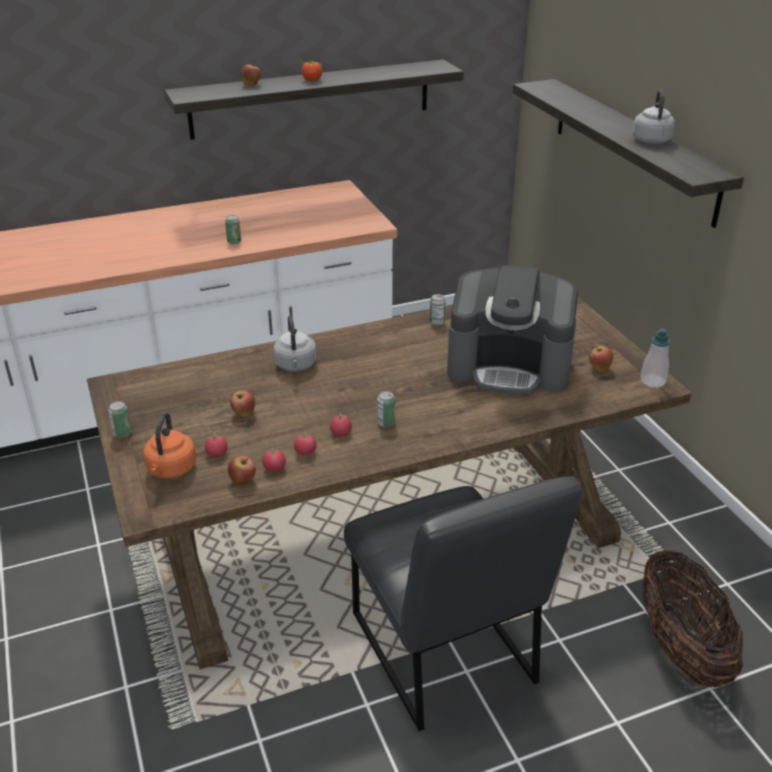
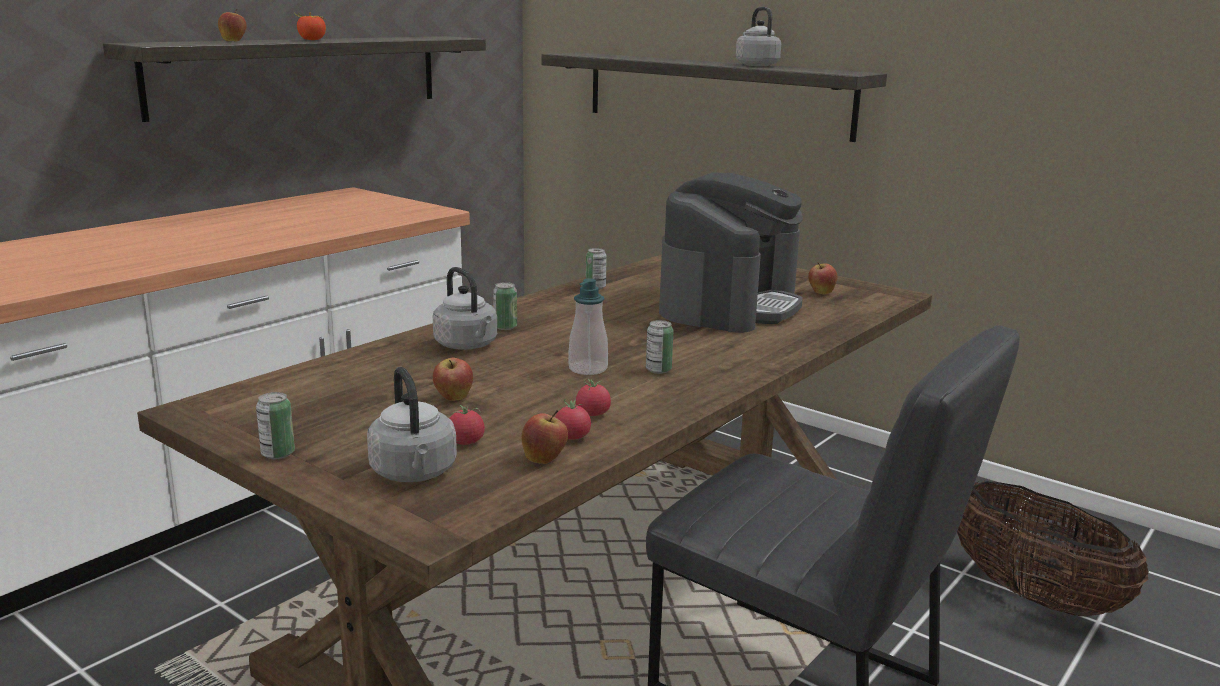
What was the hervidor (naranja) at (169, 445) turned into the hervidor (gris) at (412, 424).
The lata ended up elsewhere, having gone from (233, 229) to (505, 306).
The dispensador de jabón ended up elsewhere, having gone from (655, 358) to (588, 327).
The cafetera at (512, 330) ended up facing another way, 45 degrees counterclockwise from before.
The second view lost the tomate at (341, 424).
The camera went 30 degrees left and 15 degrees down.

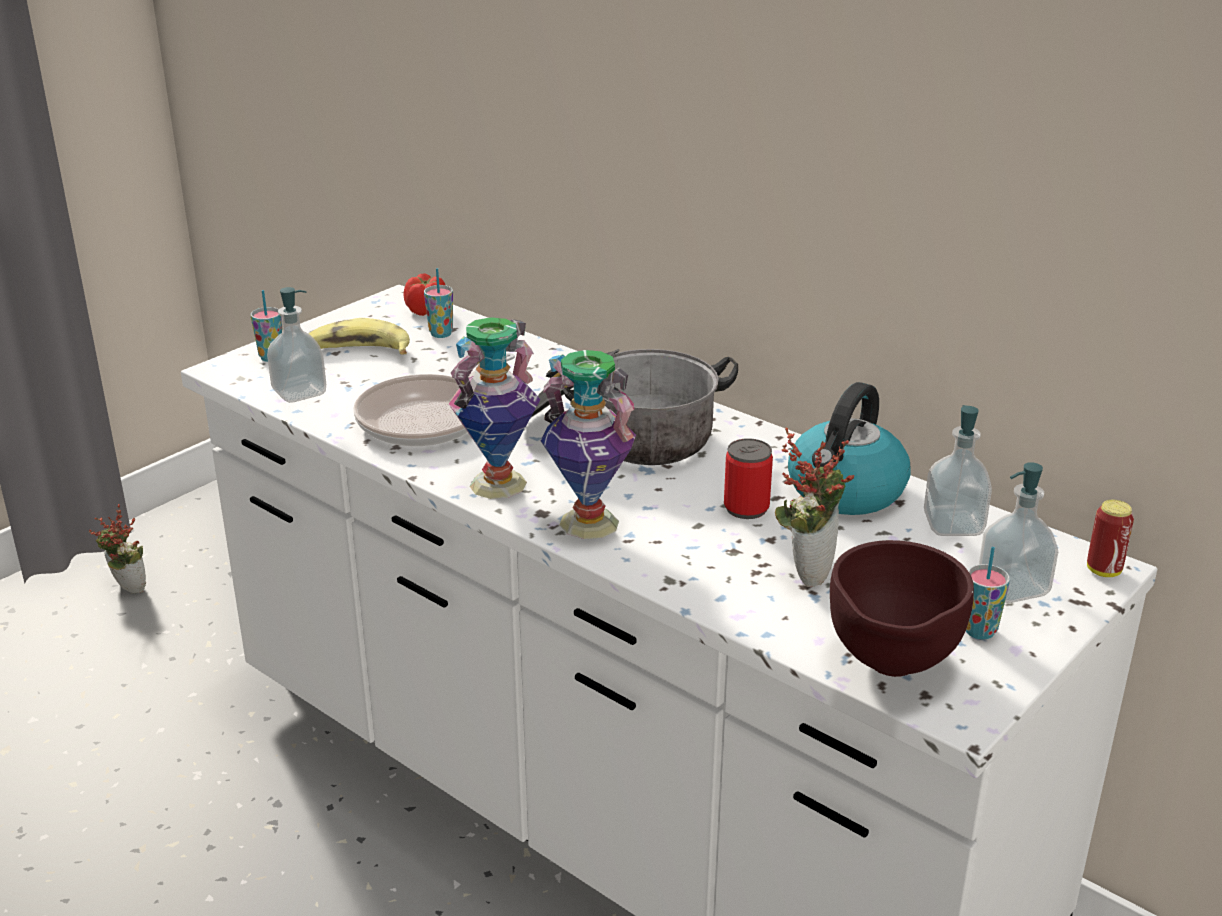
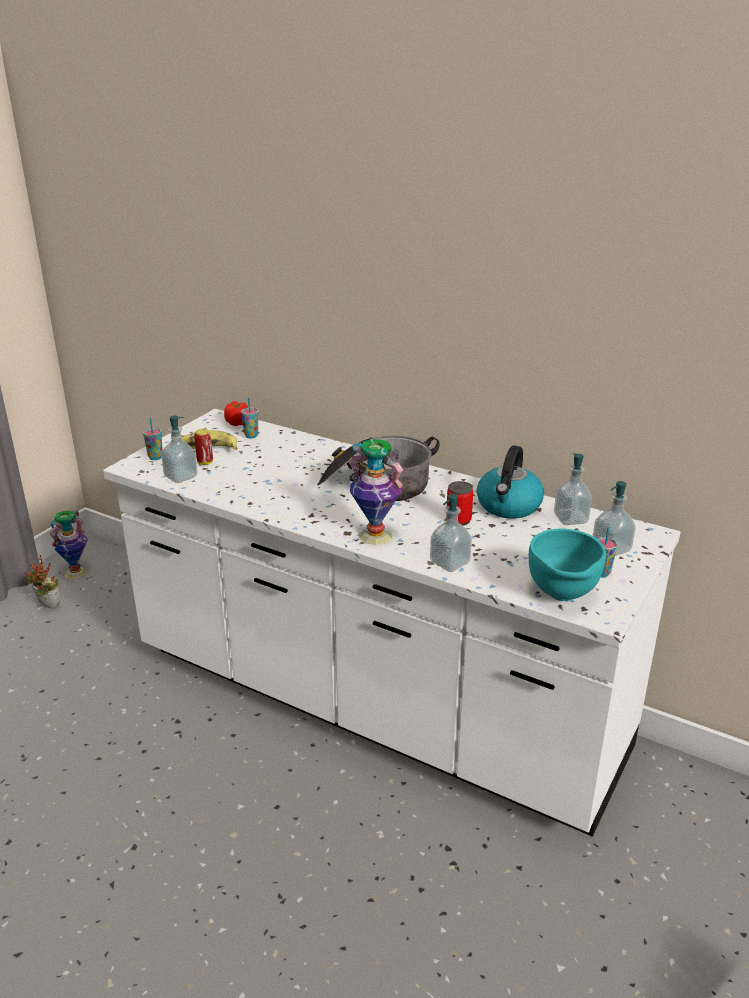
The florero ended up elsewhere, having gone from (494, 408) to (69, 545).
The lata ended up elsewhere, having gone from (1110, 538) to (203, 447).
The second view gained the dispensador de jabón at (451, 533).
What was the cuenco (marrón) at (902, 608) turned into the cuenco (turquesa) at (567, 565).
The second view lost the sartén at (434, 400).
The second view lost the planta en maceta at (815, 507).
The camera went 10 degrees left and 0 degrees up.

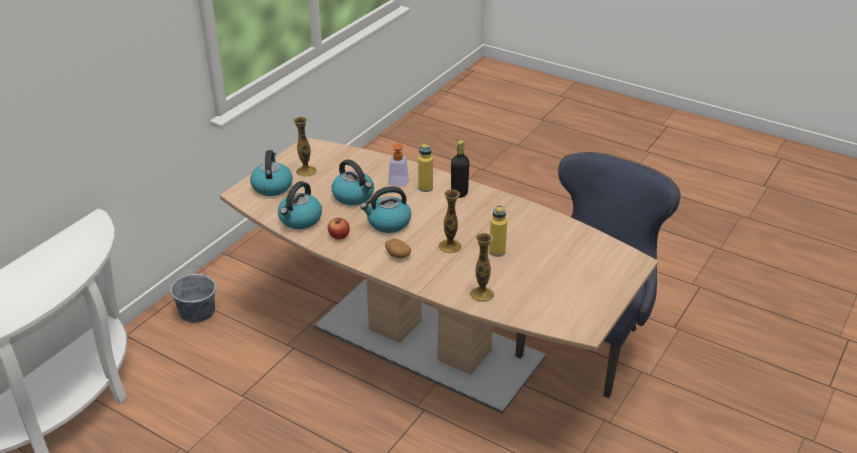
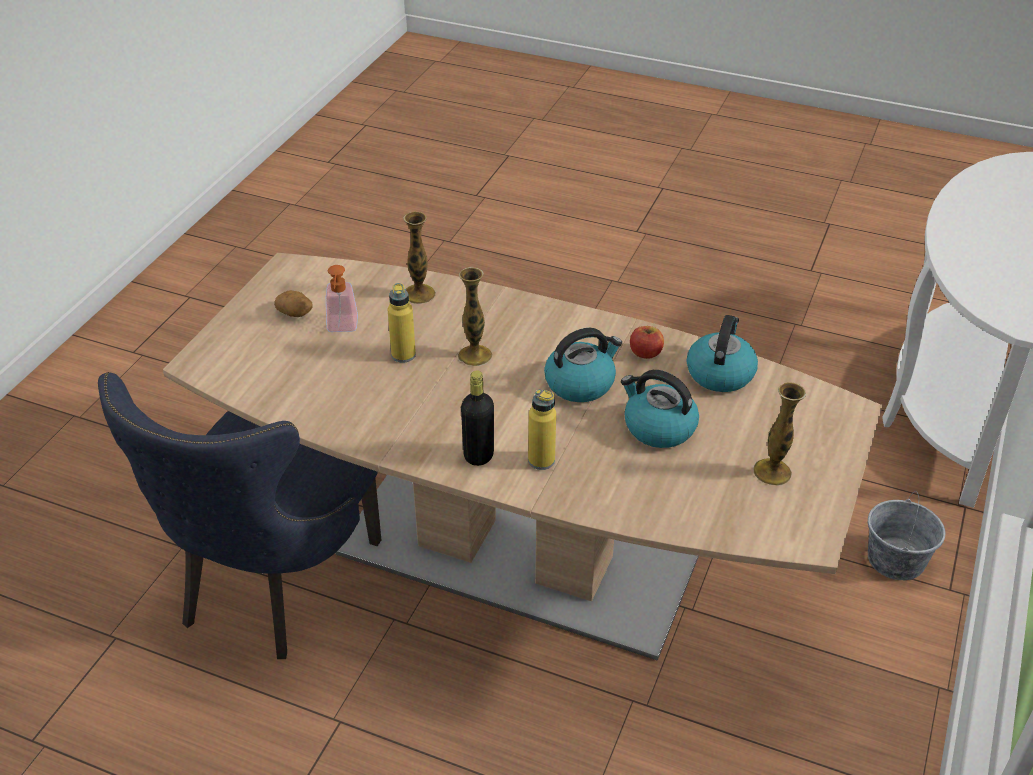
The patata ended up elsewhere, having gone from (398, 249) to (293, 303).
The dispensador de jabón ended up elsewhere, having gone from (398, 162) to (342, 298).
The second view lost the hervidor at (271, 173).
The camera went 170 degrees right and 5 degrees up.

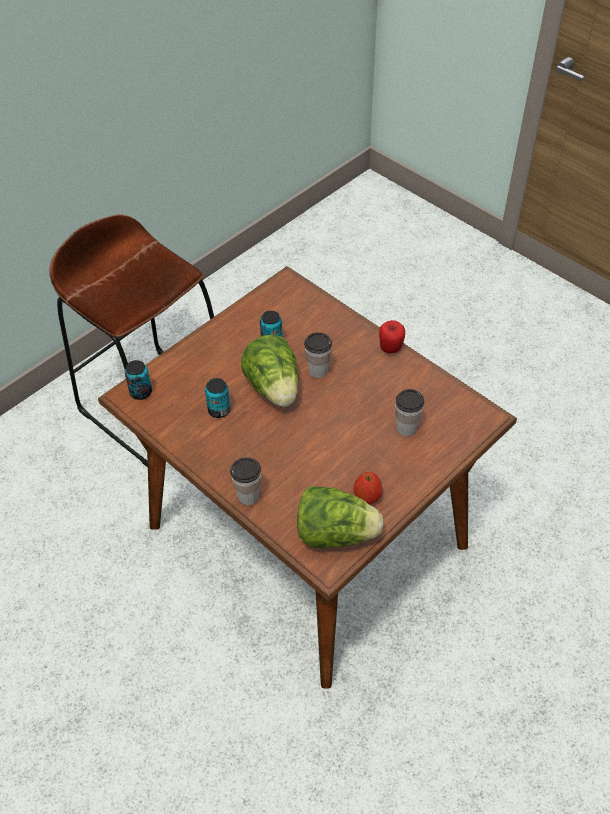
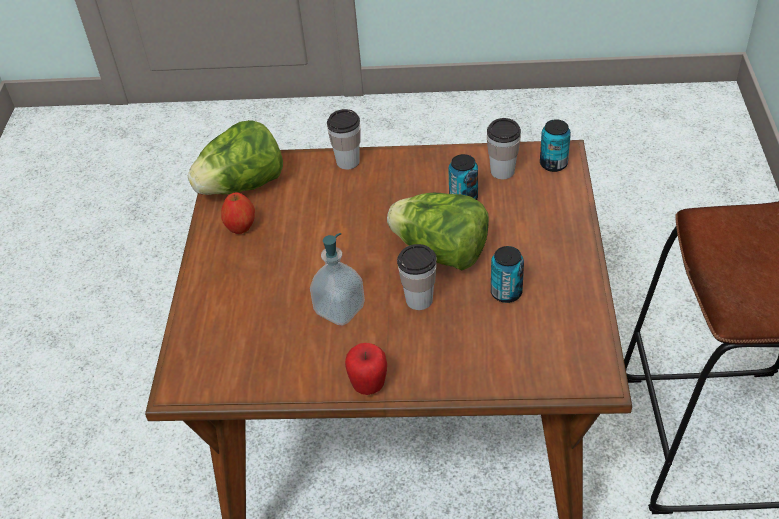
The second view gained the dispensador de jabón at (337, 279).
The taza ended up elsewhere, having gone from (409, 412) to (504, 148).
The camera went 140 degrees right and 5 degrees down.

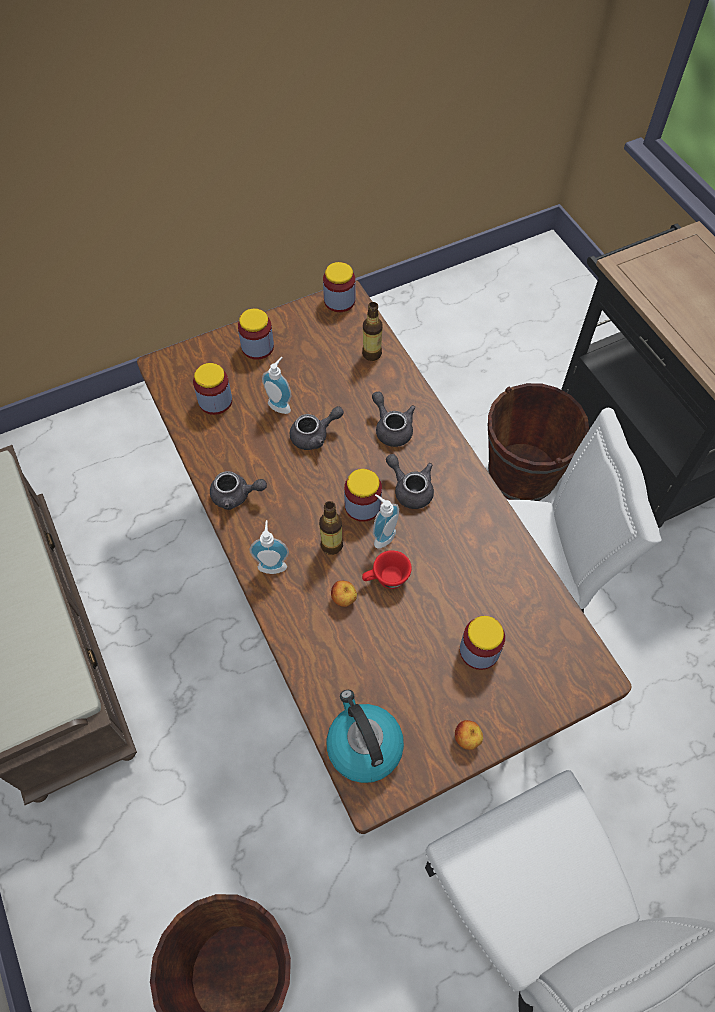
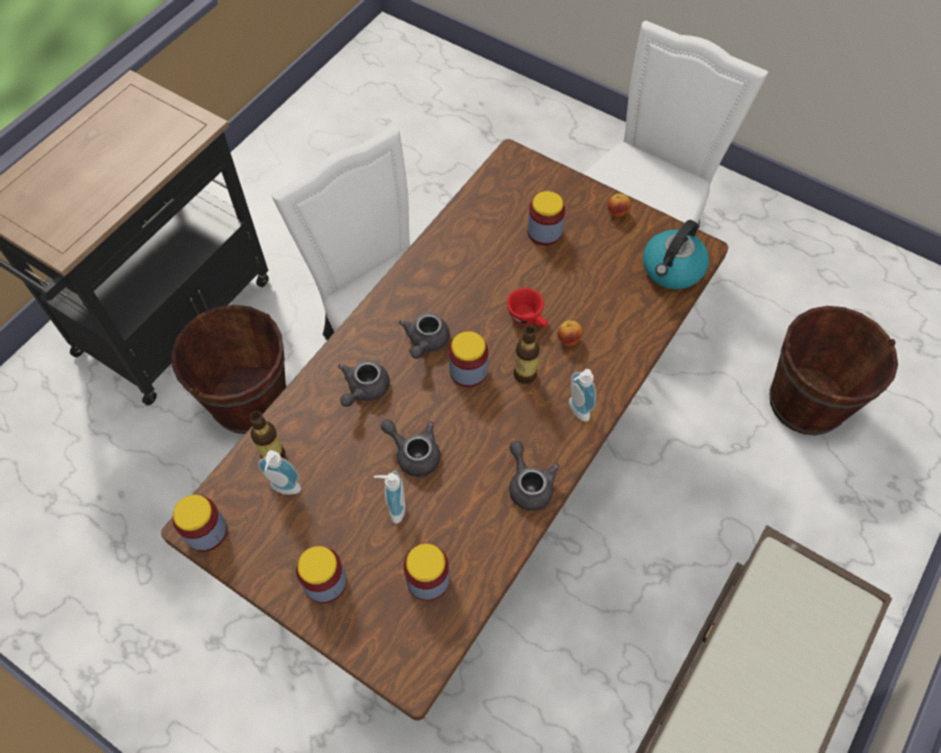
The dispensador de jabón ended up elsewhere, having gone from (386, 521) to (279, 472).
The camera went 120 degrees left and 0 degrees up.

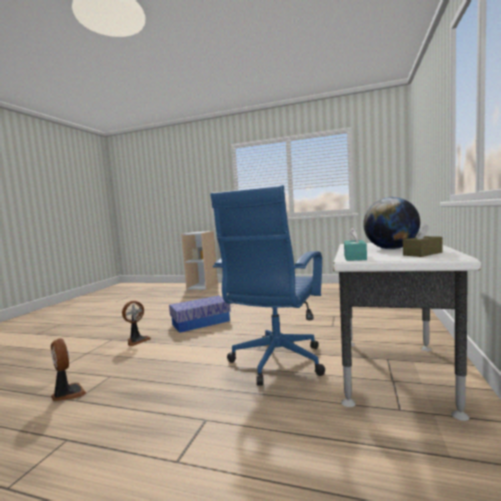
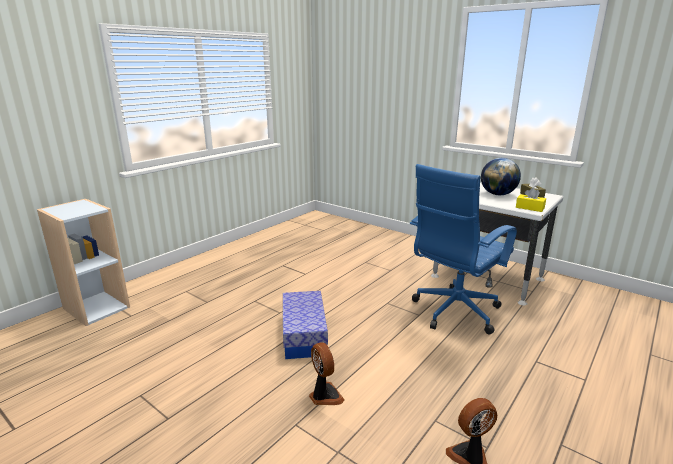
The silla de oficina (azul) at (267, 285) ended up facing another way, 90 degrees clockwise from before.
What was the caja de pañuelos (turquesa) at (355, 244) turned into the caja de pañuelos (amarillo) at (531, 200).
The camera went 70 degrees left and 15 degrees up.

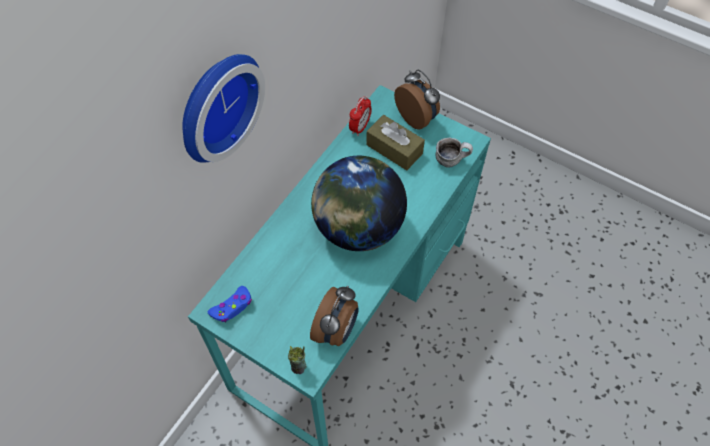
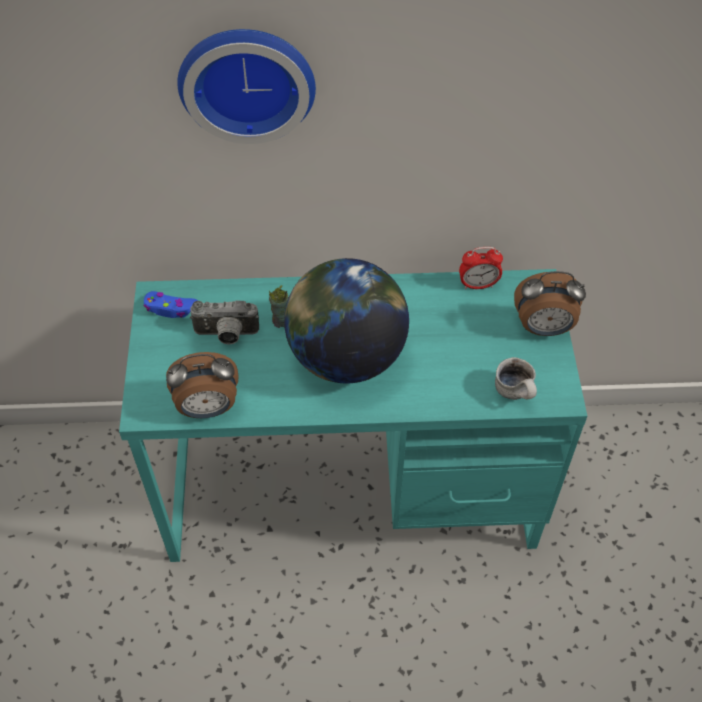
The second view gained the cámara at (224, 323).
The taza ended up elsewhere, having gone from (297, 360) to (278, 306).
The despertador at (417, 100) ended up facing another way, 75 degrees clockwise from before.
The second view lost the caja de pañuelos (marrón) at (395, 142).
The camera went 55 degrees right and 5 degrees down.

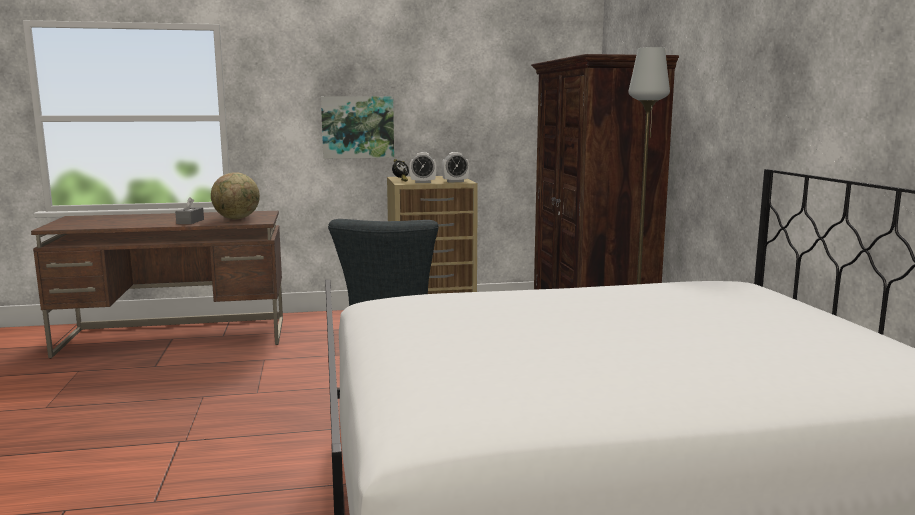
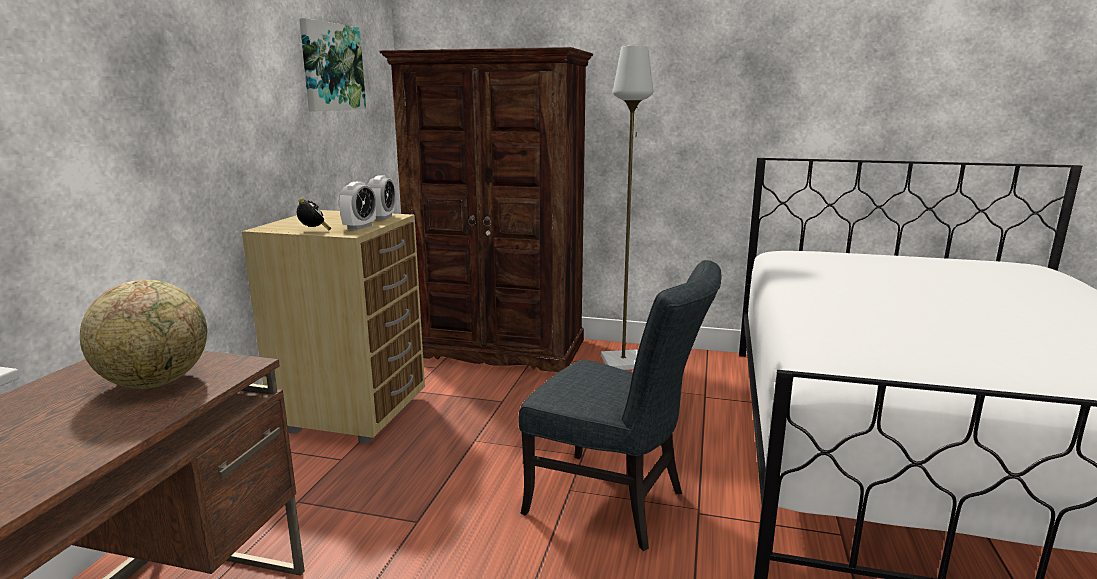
The cuadro ended up elsewhere, having gone from (357, 127) to (332, 64).
The second view lost the caja de pañuelos (gris) at (189, 210).
The camera went 65 degrees left and 5 degrees up.

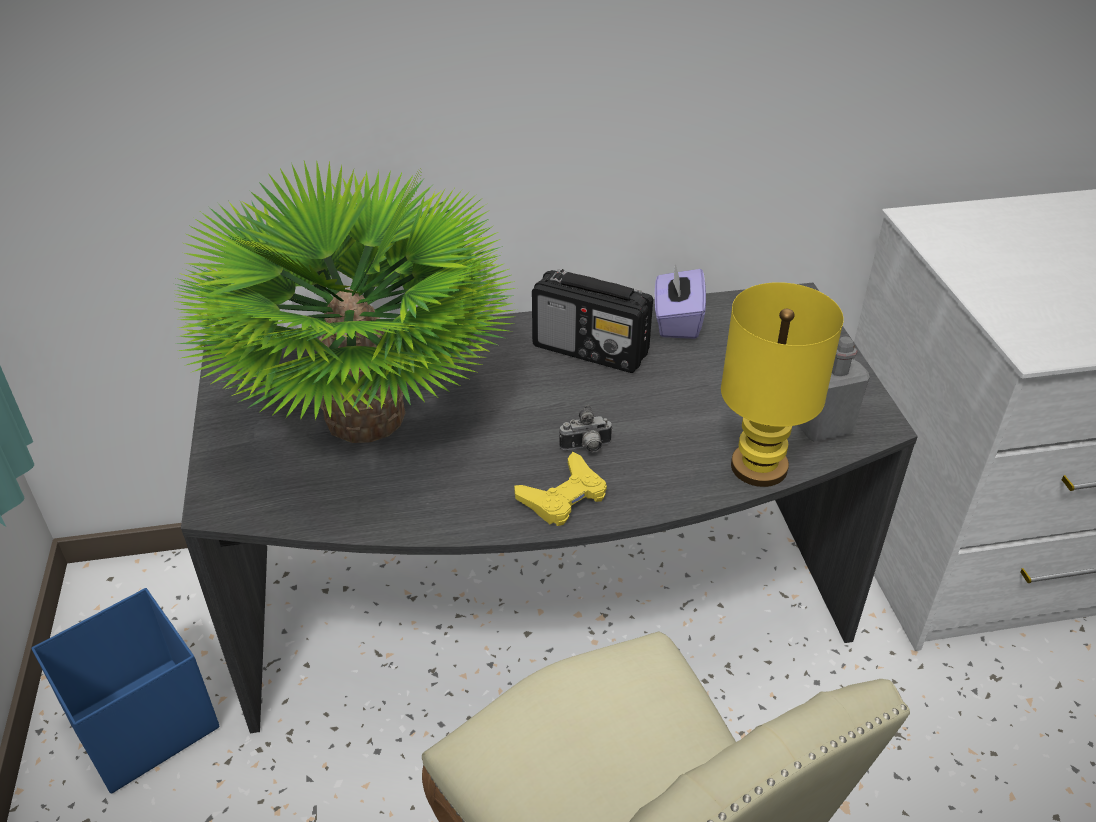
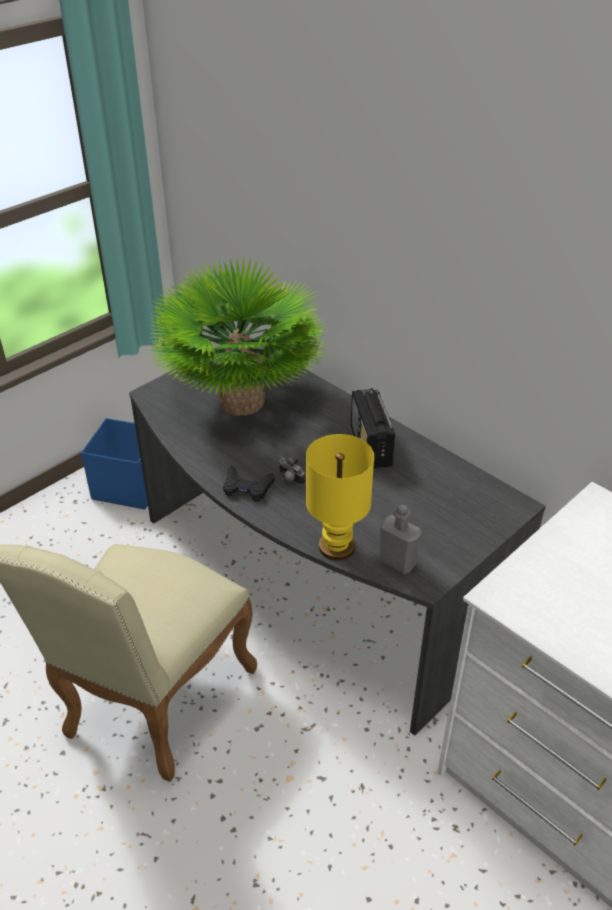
What was the mando de consola (amarillo) at (560, 489) turned into the mando de consola (negro) at (249, 484).
The second view lost the caja de pañuelos (morado) at (680, 301).
The camera went 55 degrees right and 0 degrees up.

